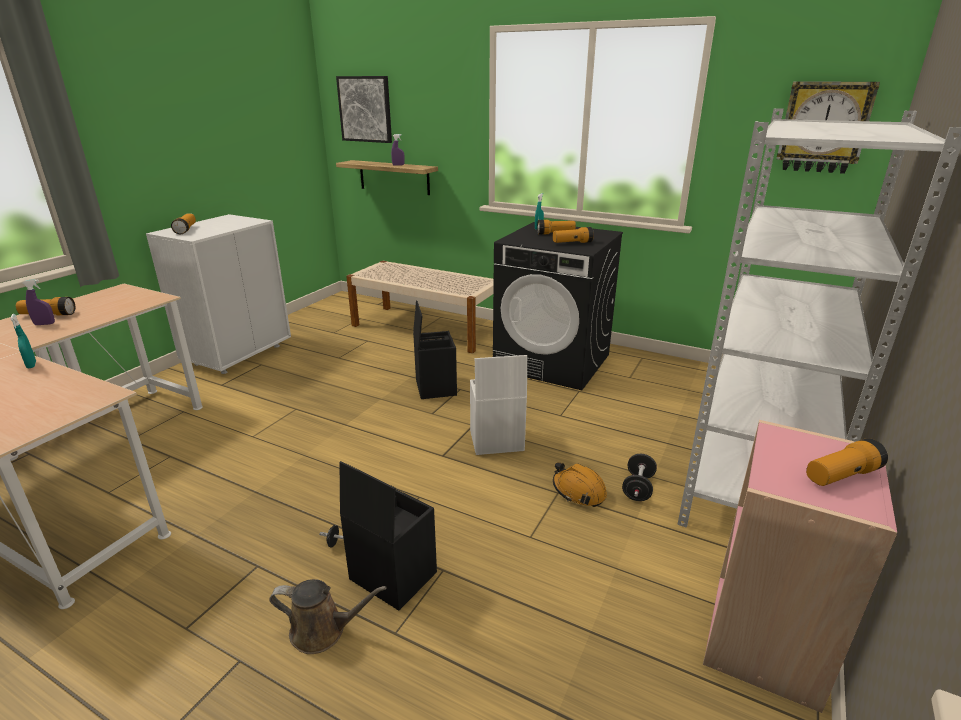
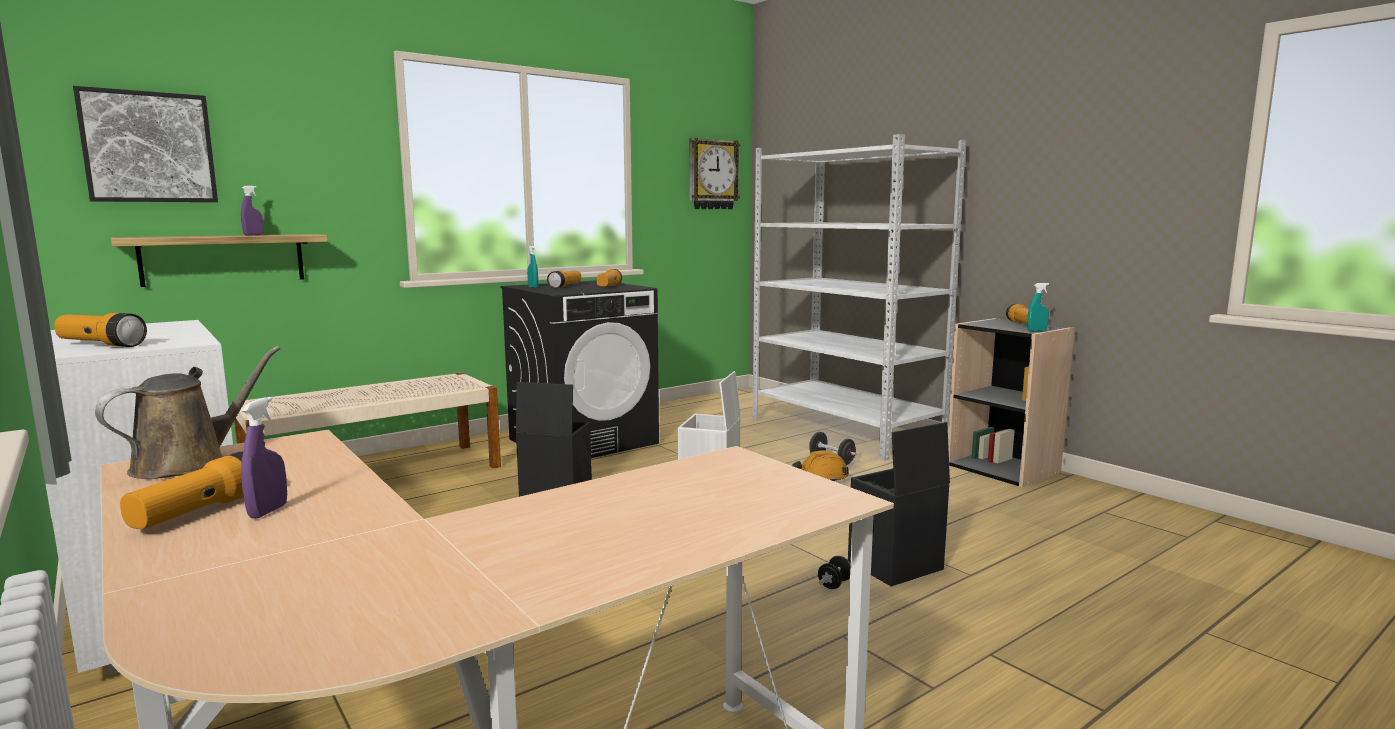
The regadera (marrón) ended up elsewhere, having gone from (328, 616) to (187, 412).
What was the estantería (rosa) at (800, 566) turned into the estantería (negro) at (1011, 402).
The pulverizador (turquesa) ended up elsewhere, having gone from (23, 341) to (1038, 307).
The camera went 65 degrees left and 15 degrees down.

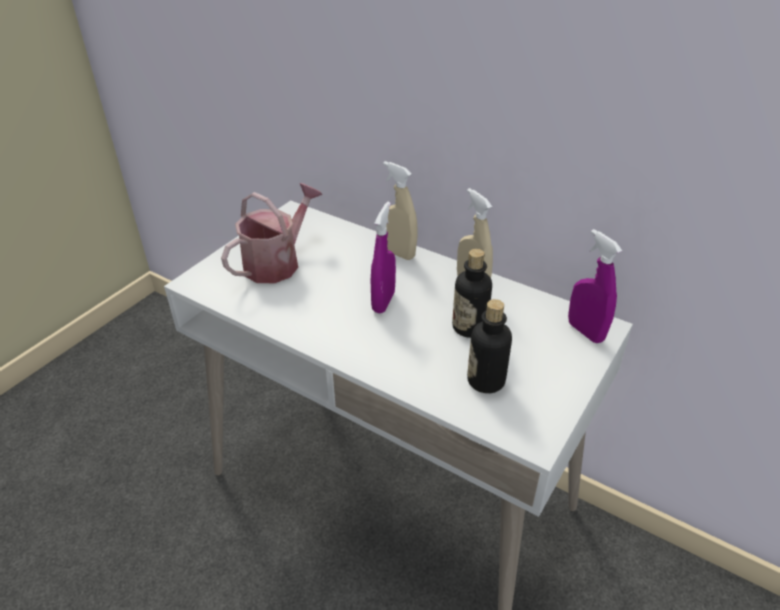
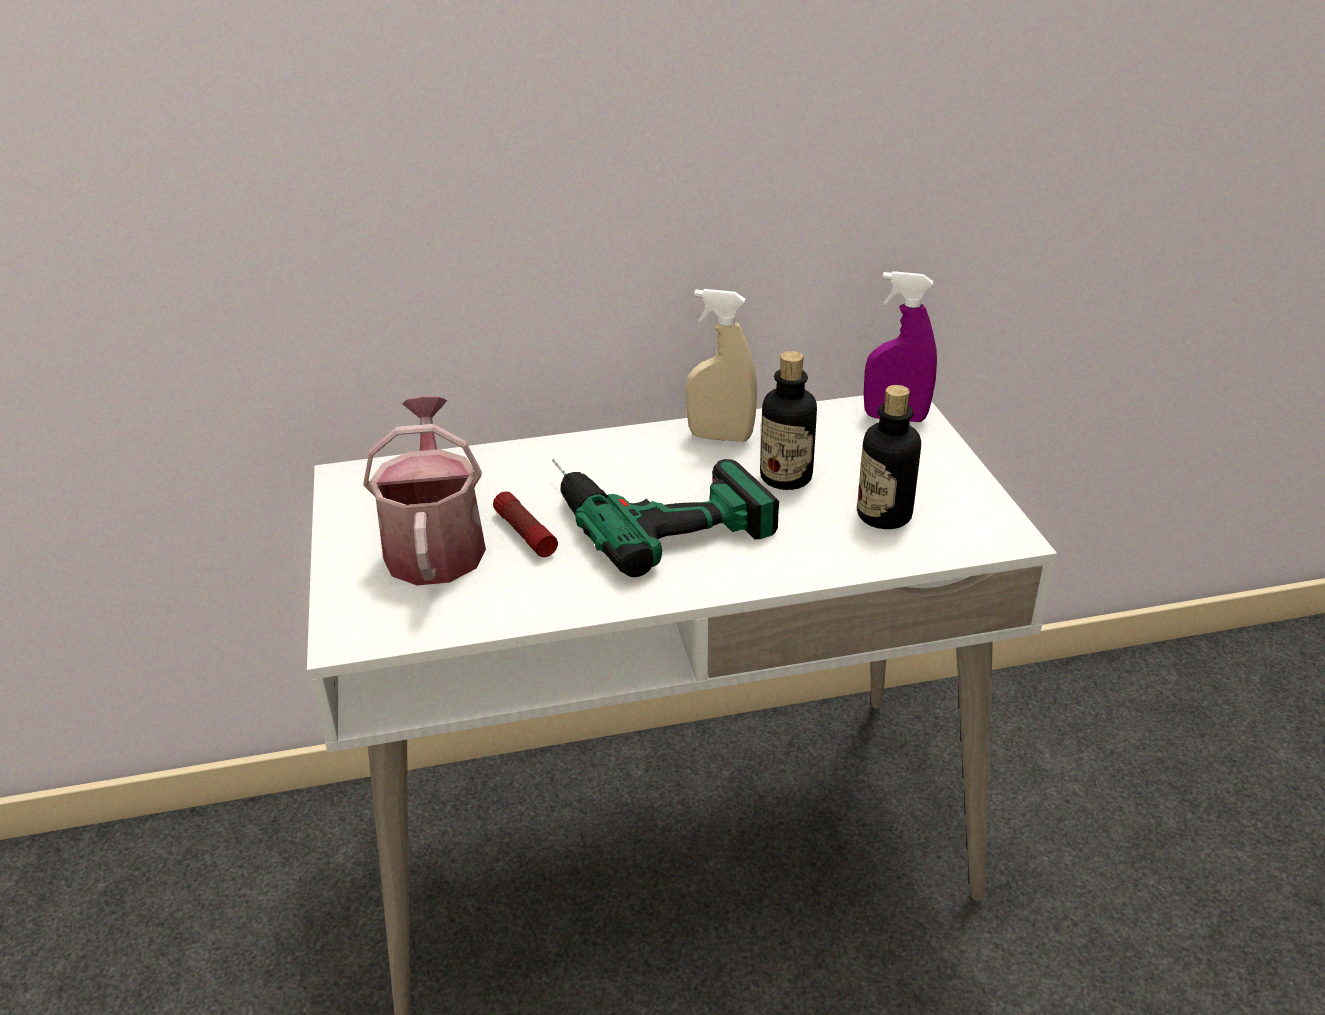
The second view gained the linterna at (525, 524).
Where the pulverizador (morado) stood at (383, 257), the taladro came to stand at (665, 518).
The second view lost the pulverizador (beis) at (400, 210).
The camera went 45 degrees left and 5 degrees down.

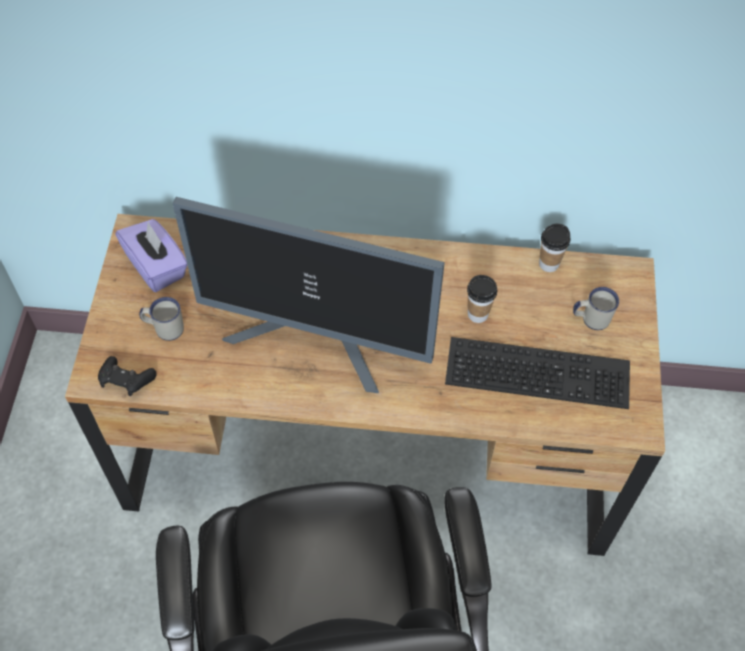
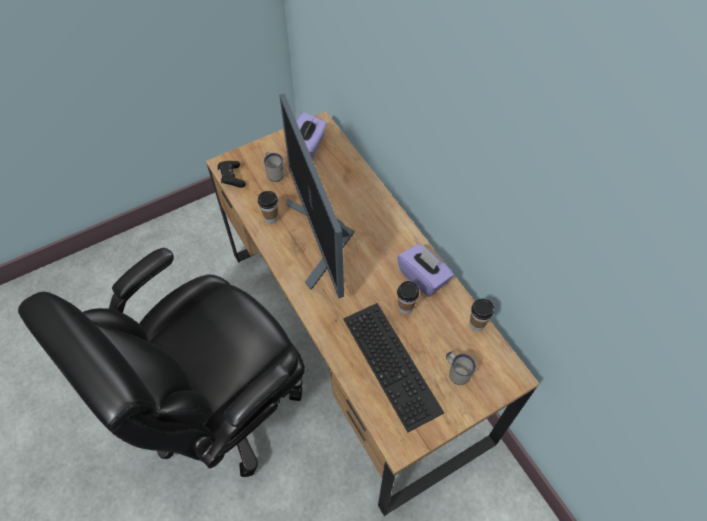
The second view gained the taza at (268, 207).
The second view gained the caja de pañuelos (morado) at (425, 270).
The camera went 55 degrees right and 0 degrees up.

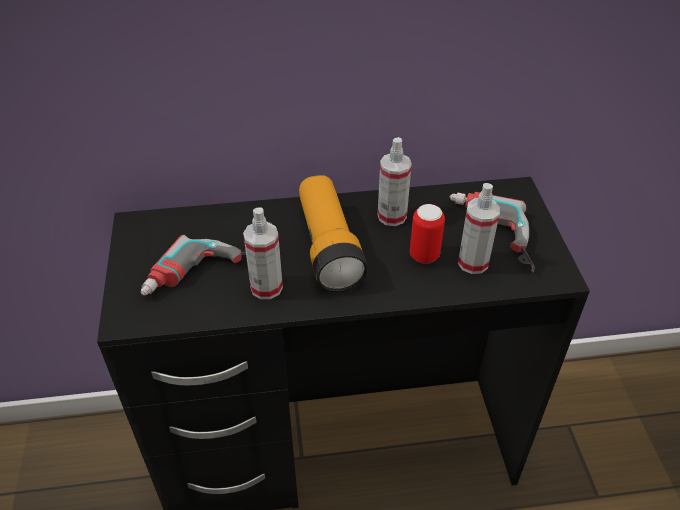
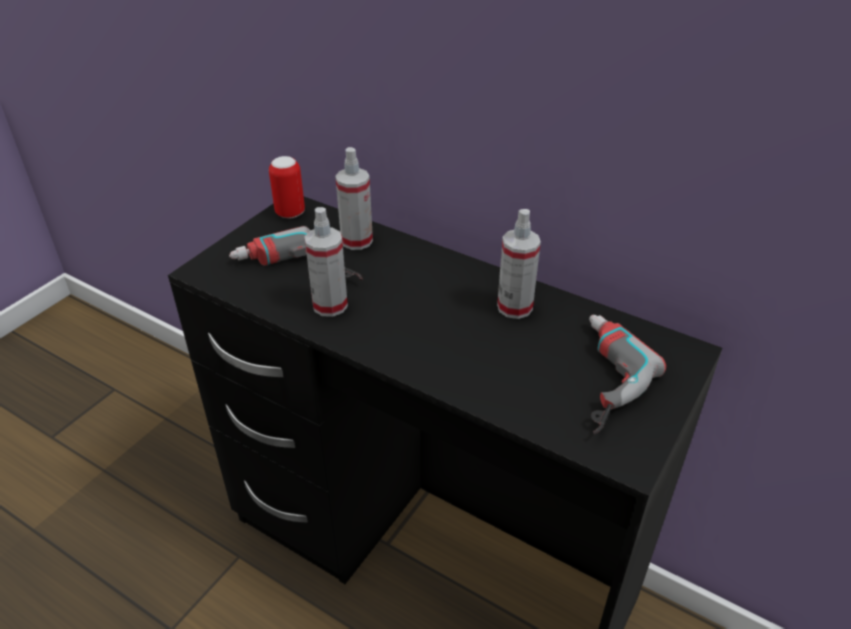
The lata ended up elsewhere, having gone from (427, 234) to (287, 187).
The pulverizador ended up elsewhere, having gone from (479, 228) to (354, 198).
The second view lost the linterna at (333, 233).
The camera went 40 degrees right and 5 degrees down.

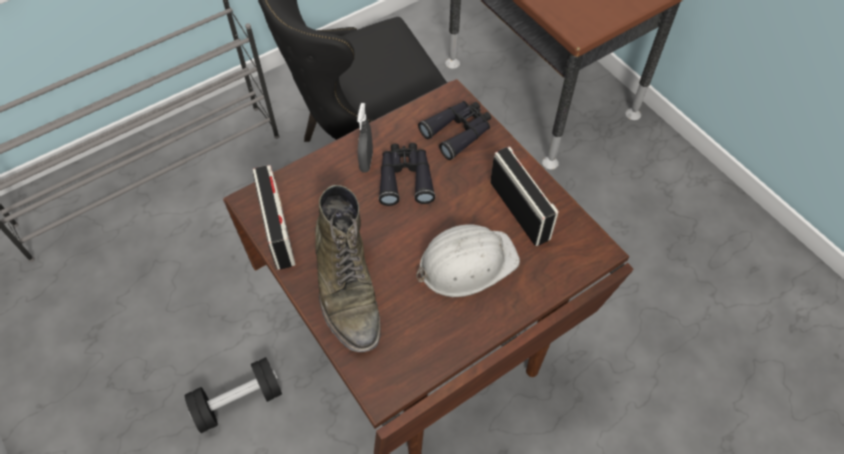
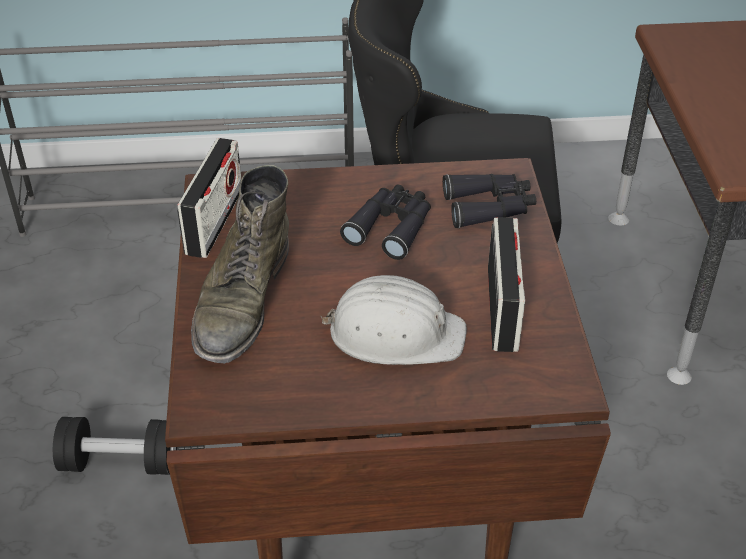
The second view lost the pulverizador (gris) at (365, 138).
The camera went 30 degrees right and 15 degrees down.

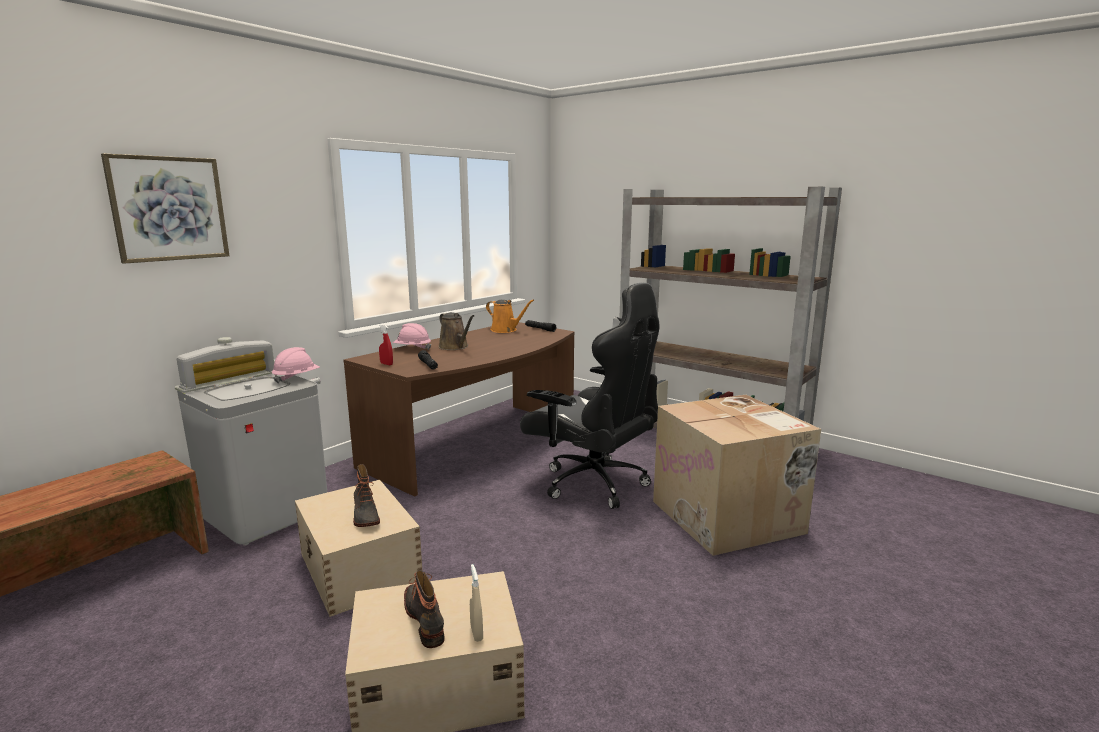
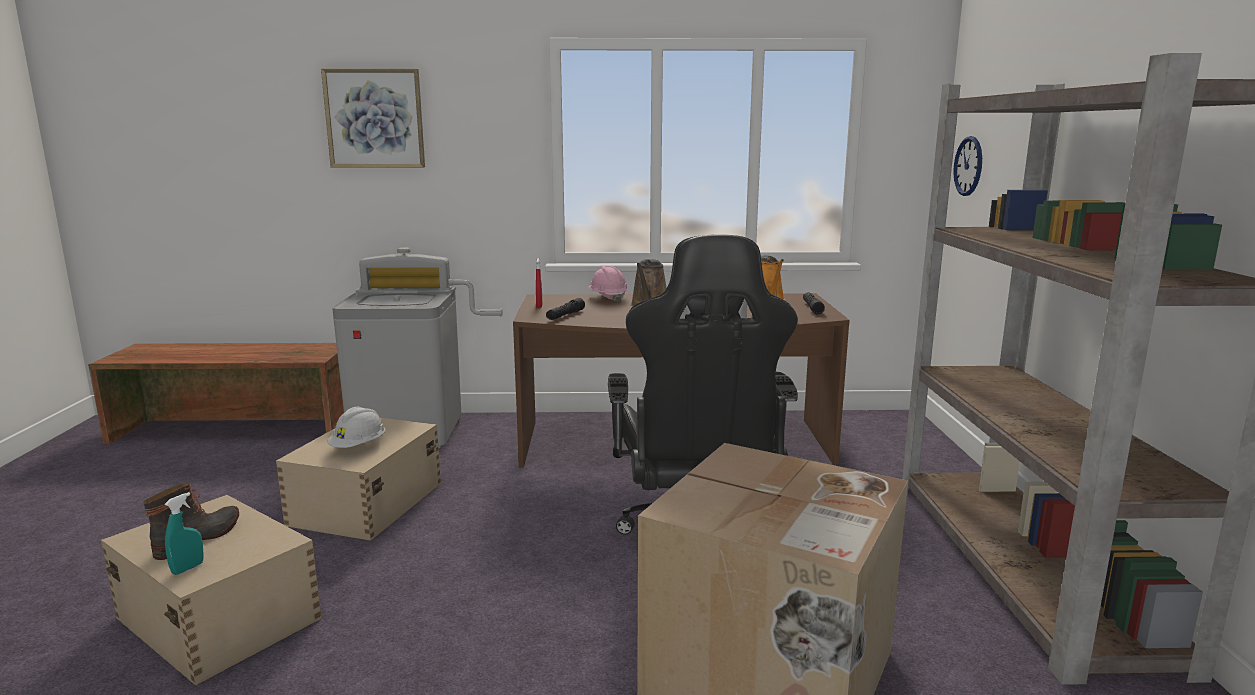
What was the pulverizador (beis) at (476, 603) turned into the pulverizador (turquesa) at (184, 533).
Where the bota stood at (366, 495), the casco (blanco) came to stand at (356, 427).
The second view gained the reloj de pared at (967, 166).
The second view lost the casco (rosa) at (296, 365).
The camera went 50 degrees right and 0 degrees up.

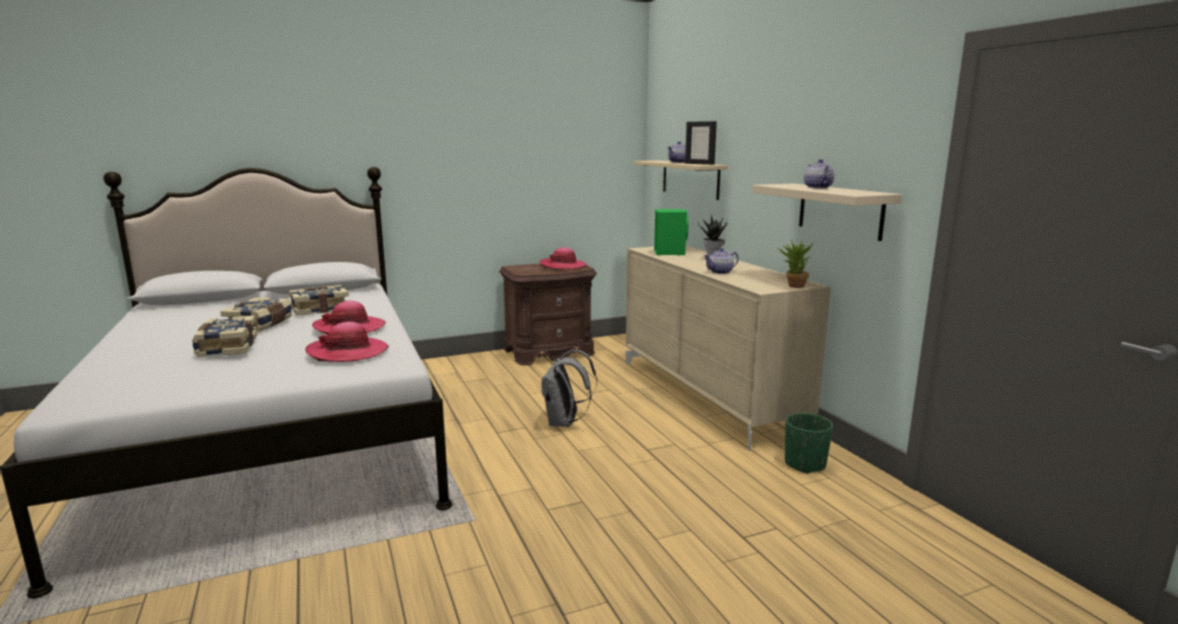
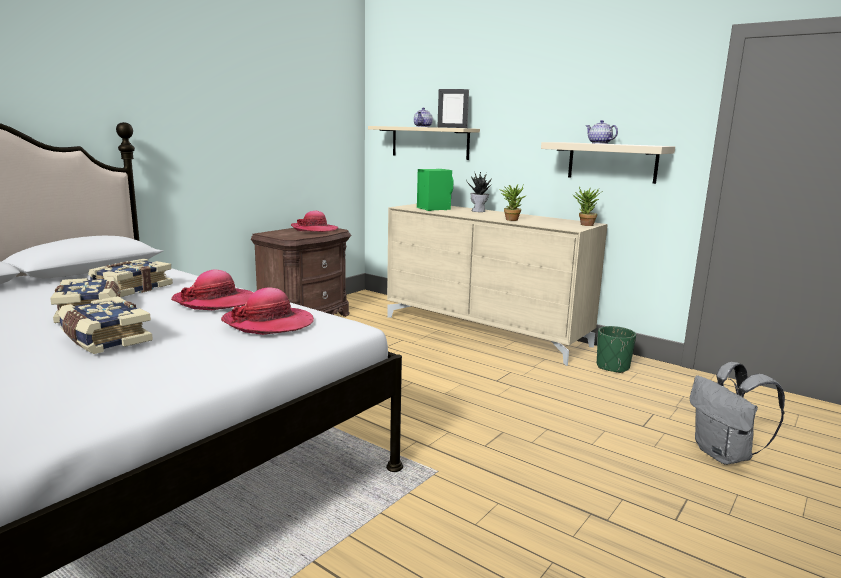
Where the tetera stood at (721, 261), the planta en maceta came to stand at (513, 202).
The mochila (gris) ended up elsewhere, having gone from (569, 388) to (737, 413).
The camera went 30 degrees left and 0 degrees up.

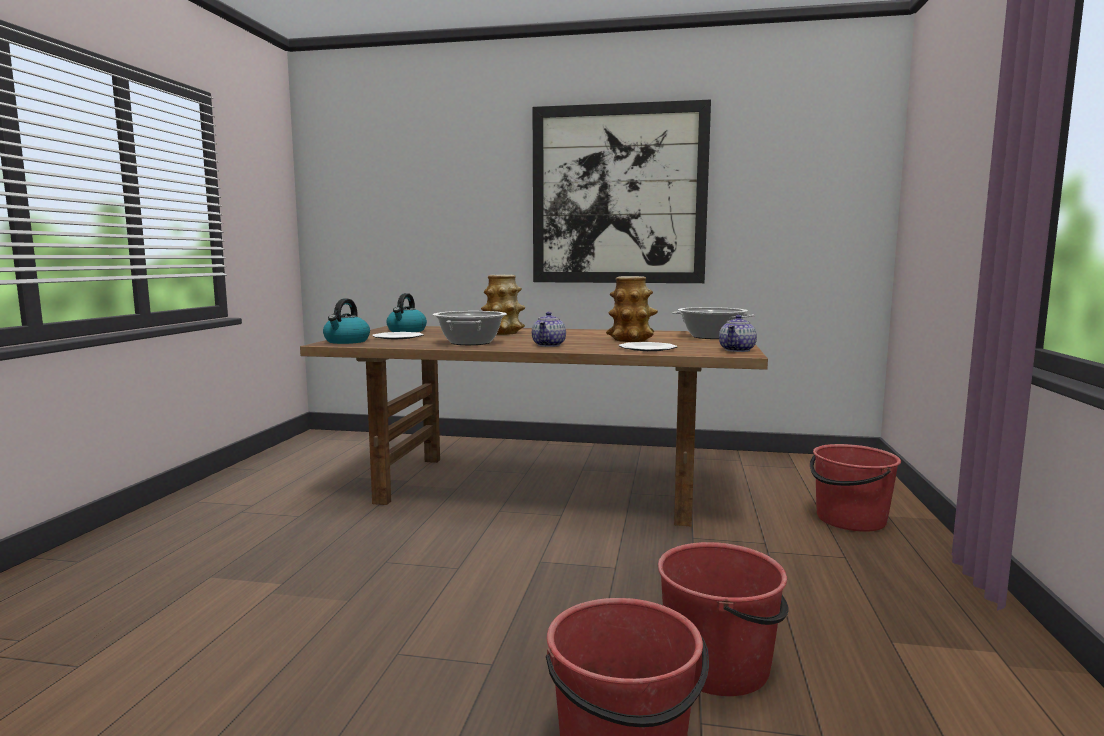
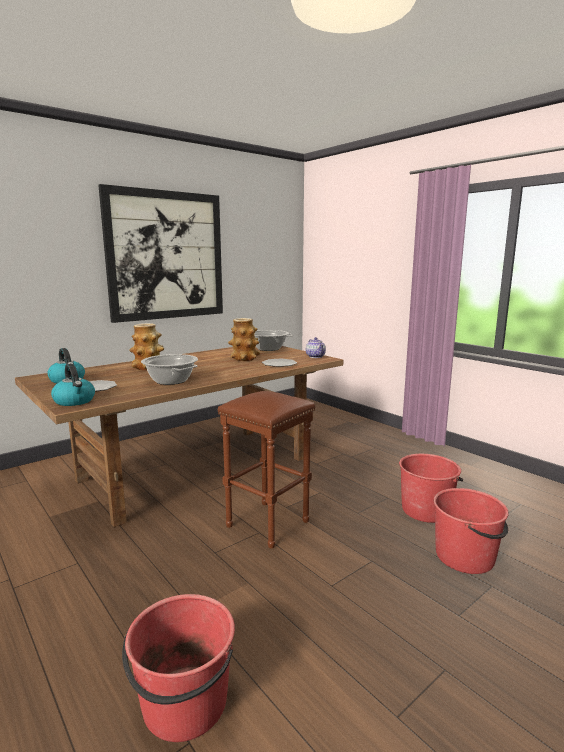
The cubo (rojo) ended up elsewhere, having gone from (855, 488) to (178, 668).
The second view gained the taburete (marrón) at (266, 469).
The second view lost the tetera at (549, 329).
The camera went 50 degrees left and 5 degrees up.

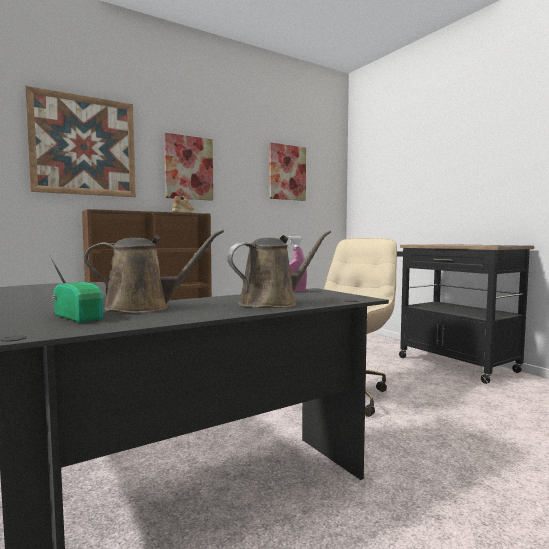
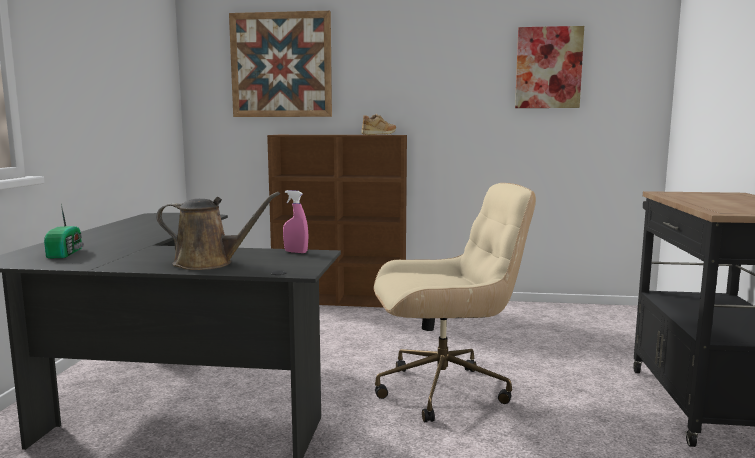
The second view lost the regadera (marrón) at (154, 271).
The second view lost the cuadro at (188, 167).
The camera went 40 degrees right and 5 degrees up.

